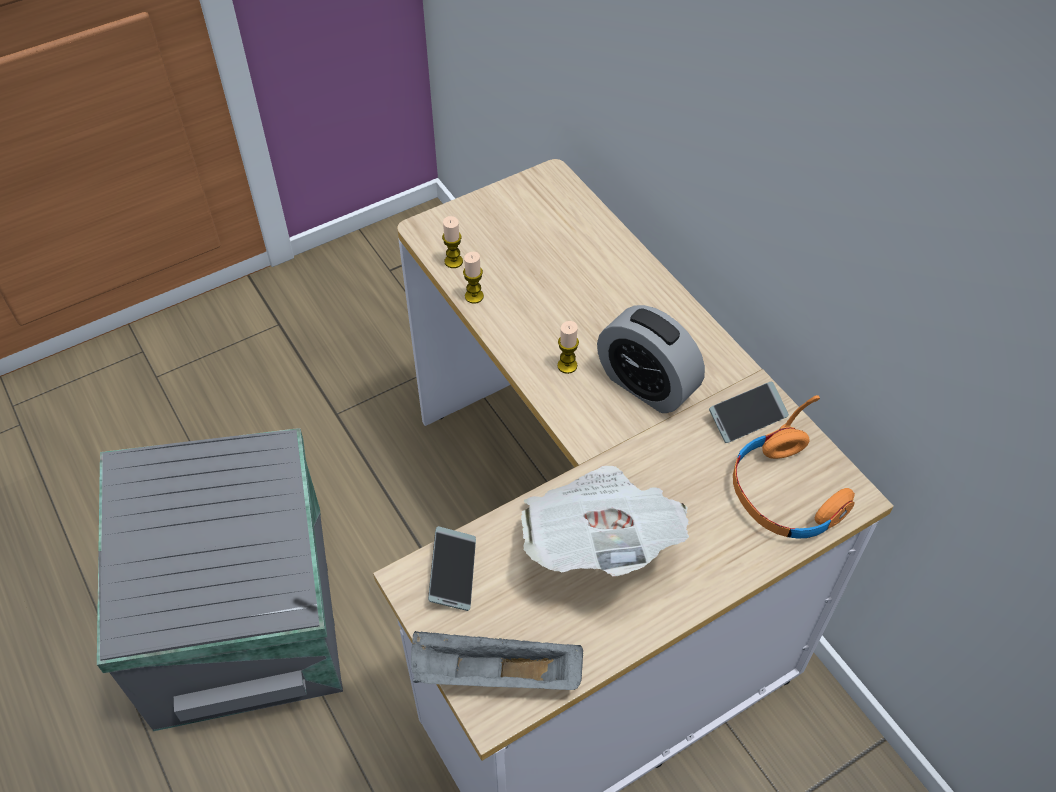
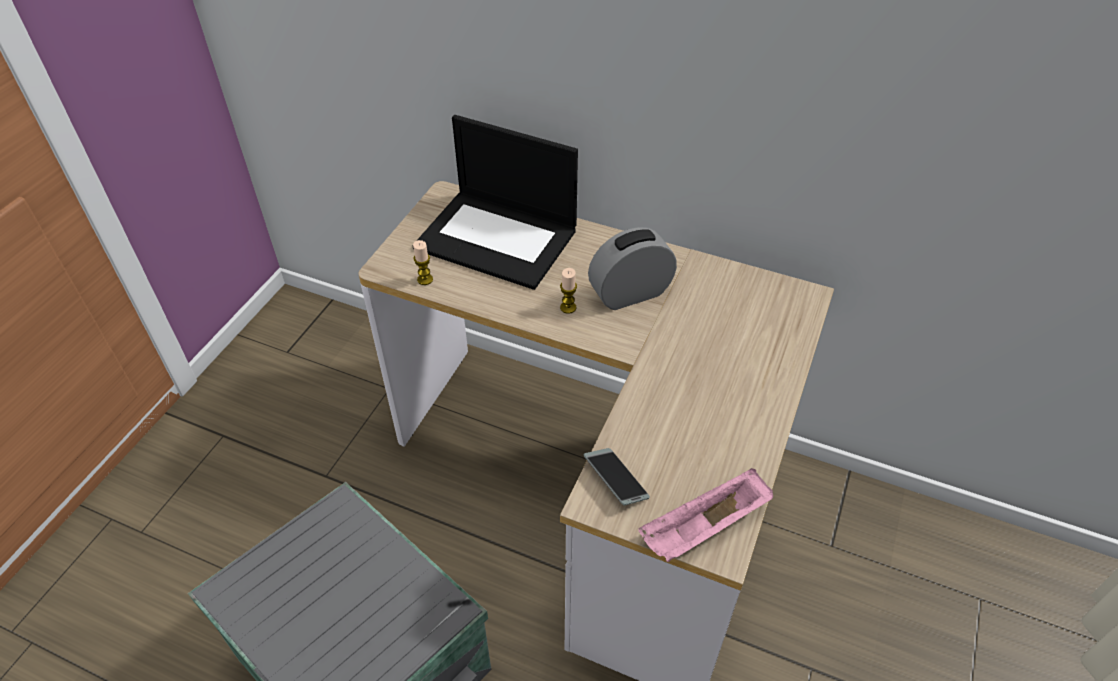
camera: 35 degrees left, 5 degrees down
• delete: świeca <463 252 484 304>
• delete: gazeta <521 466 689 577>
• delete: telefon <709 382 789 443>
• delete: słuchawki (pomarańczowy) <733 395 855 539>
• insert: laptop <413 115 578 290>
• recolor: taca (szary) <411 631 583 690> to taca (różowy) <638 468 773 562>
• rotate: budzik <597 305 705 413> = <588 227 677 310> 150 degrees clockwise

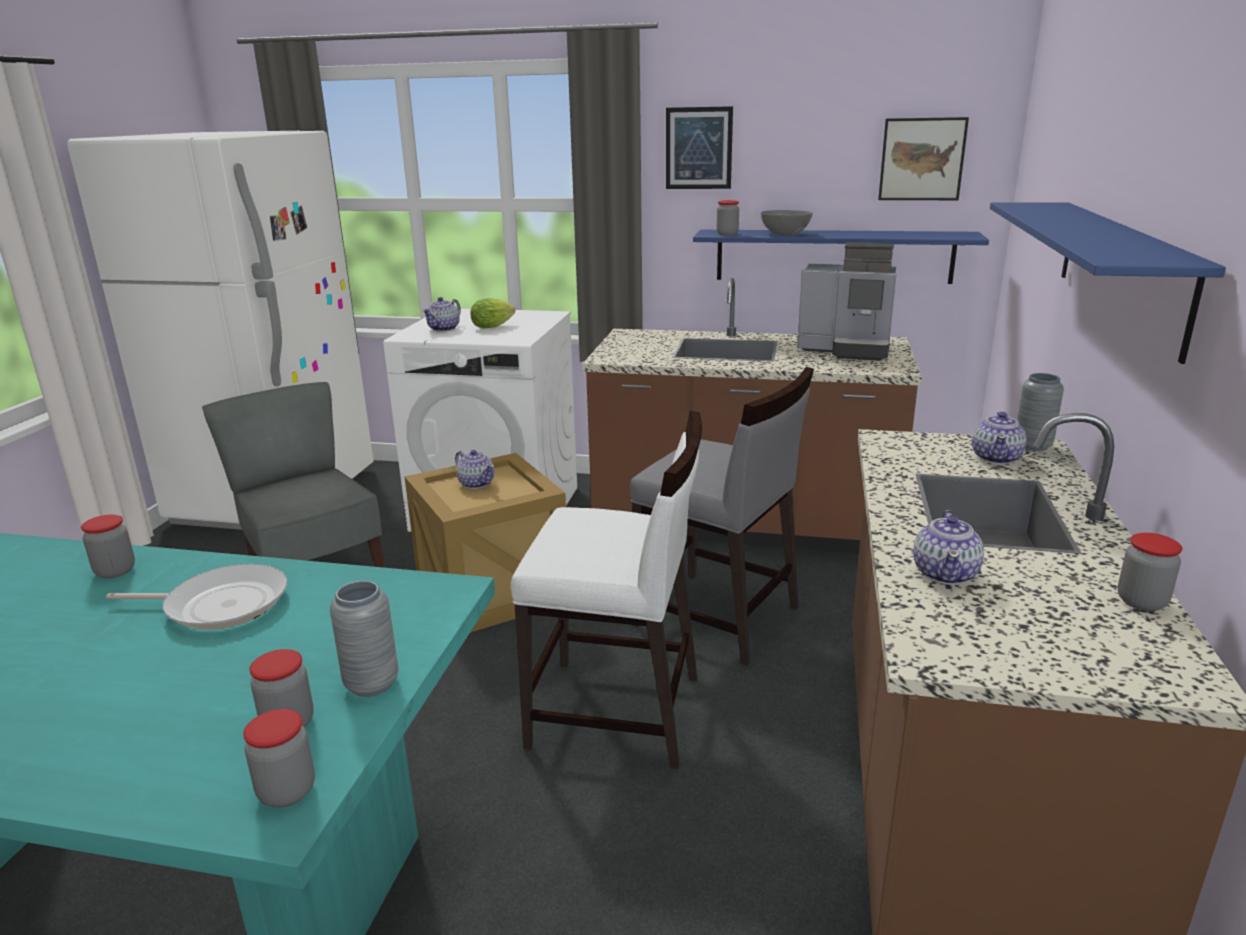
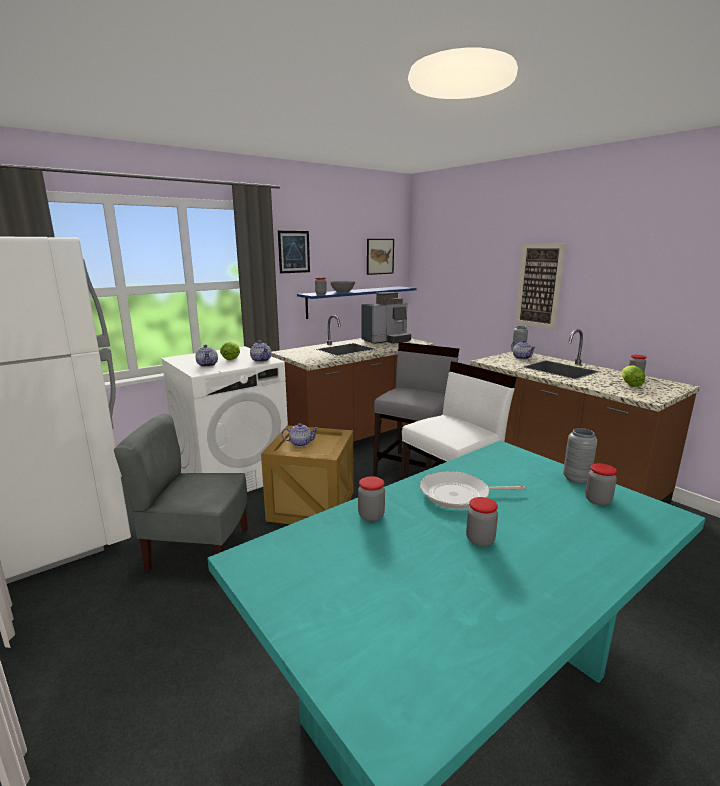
camera: 50 degrees left, 5 degrees down
• insert: sałata <621 365 645 387>
• move: słoik <243 709 315 807> to <466 497 498 547>
• move: imbryk <913 510 984 585> to <250 341 271 362>
• replace: półka (niebieski) <990 202 1226 364> to obraz <515 243 566 330>
• rotate: patelnia <106 564 287 630> = <420 471 526 509> 135 degrees counterclockwise
• rotate: krzesło (szary) <630 367 814 666> = <373 342 459 476> 45 degrees counterclockwise

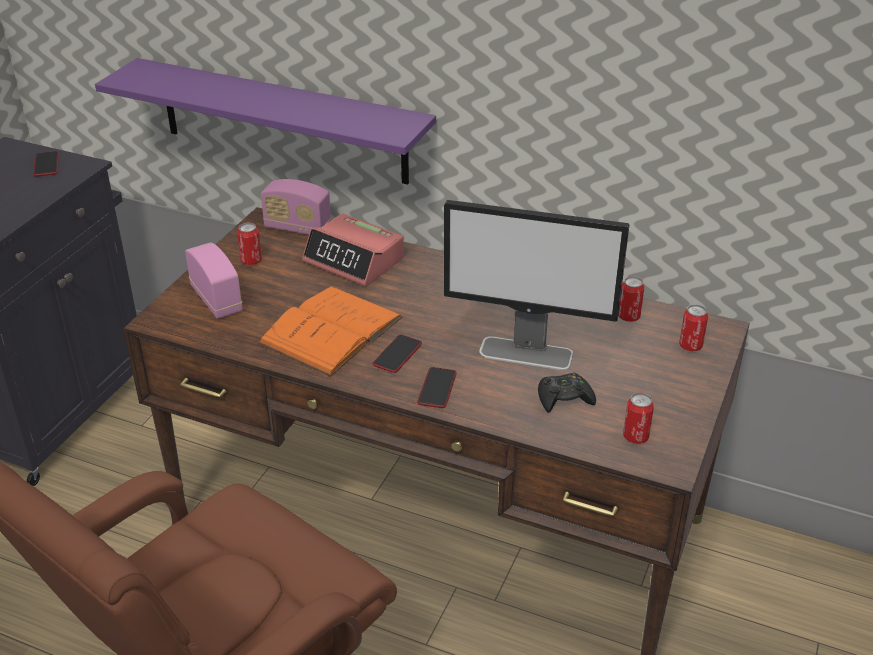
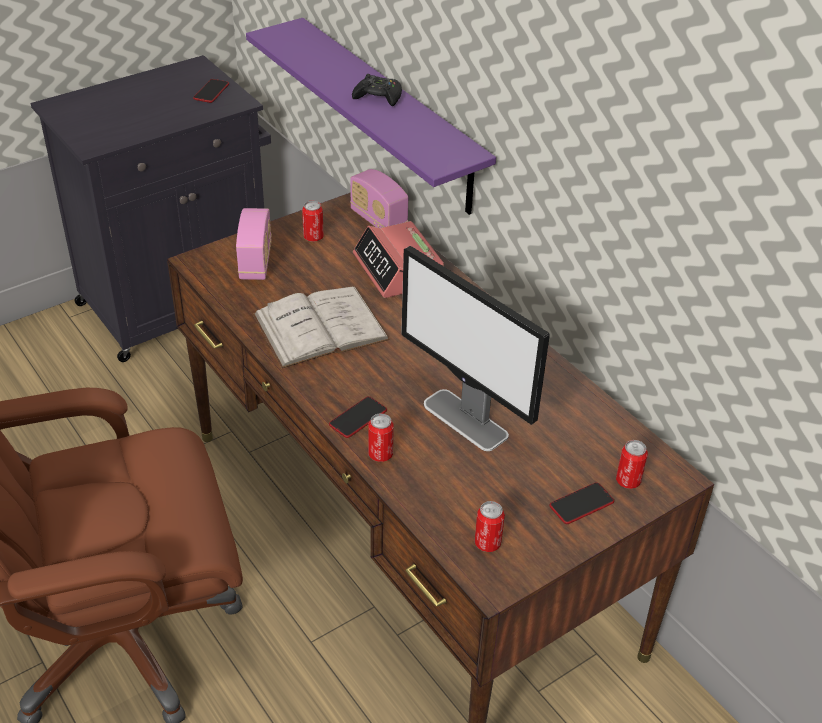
camera: 30 degrees right, 5 degrees up
• move: telefon <373 334 422 373> to <549 482 614 524>
• move: pad do gier (czarny) <538 373 596 413> to <352 74 402 107>
• move: puszka <618 276 644 322> to <368 413 394 462>
• recolor: książka (pomarańczowy) <258 286 403 377> to książka (biały) <253 286 390 368>

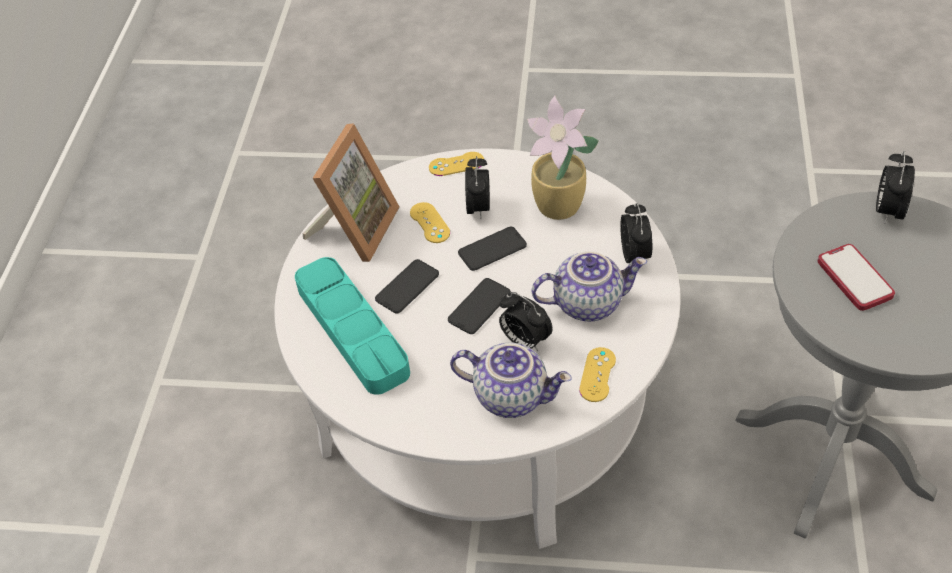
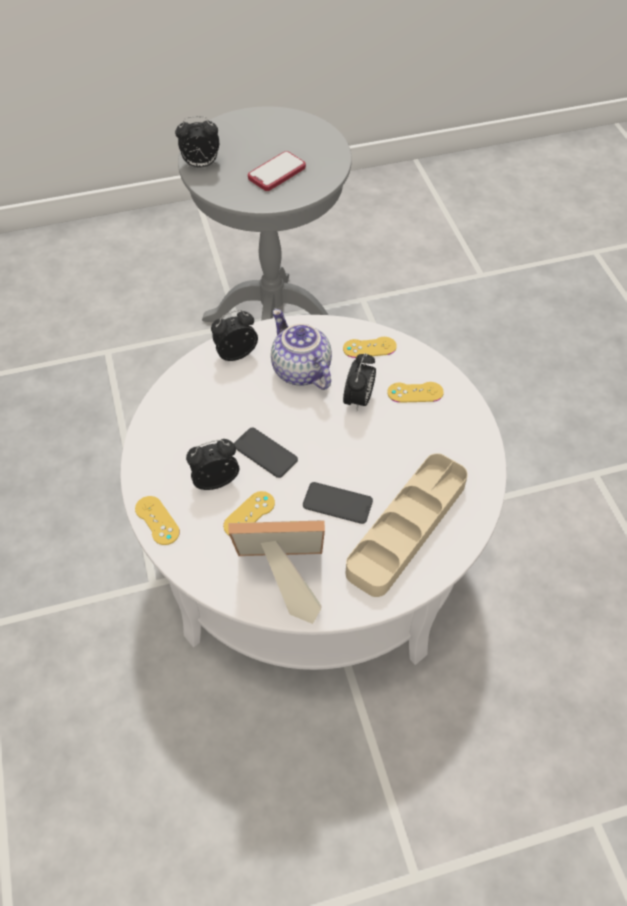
camera: 115 degrees left, 5 degrees up
• delete: telefon <448 278 511 334>
• delete: roślina doniczkowa <527 96 599 220>
• replace: imbryk <450 343 572 418> to pad do gier (żółty) <387 382 444 403>
• recolor: taca (turkusowy) <295 257 410 395> to taca (beżowy) <346 453 468 597>

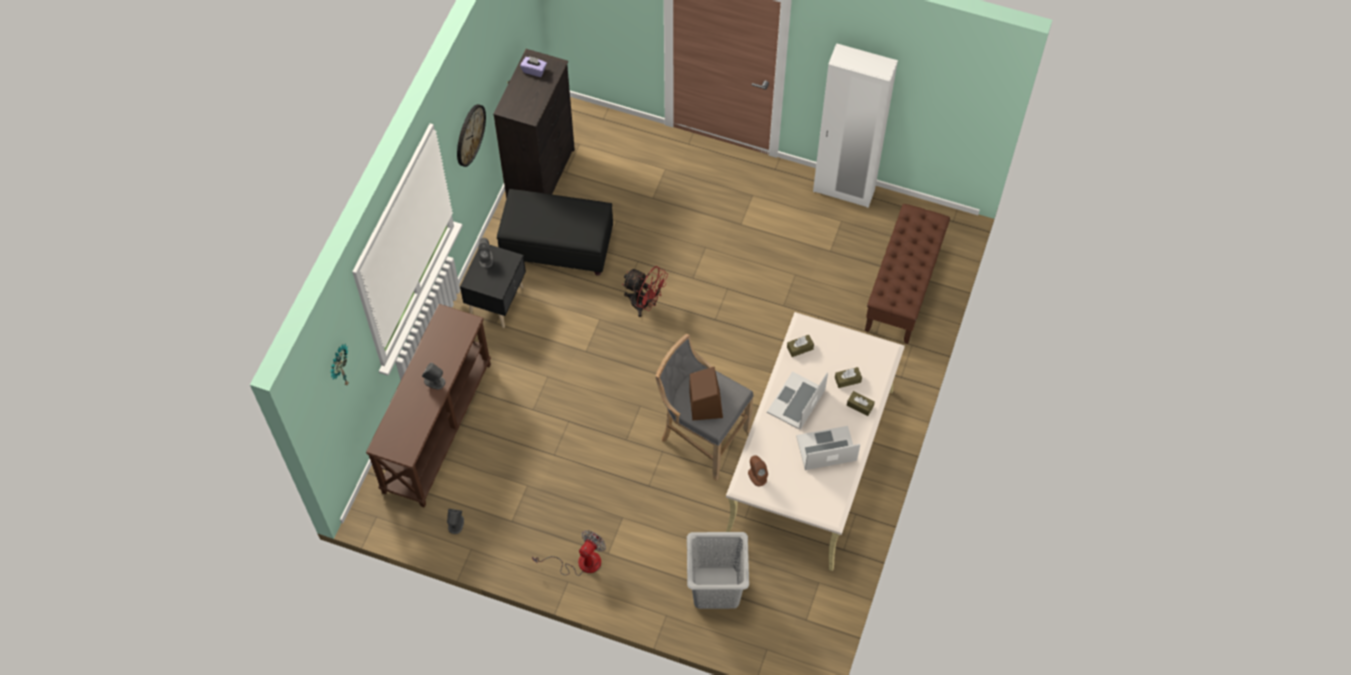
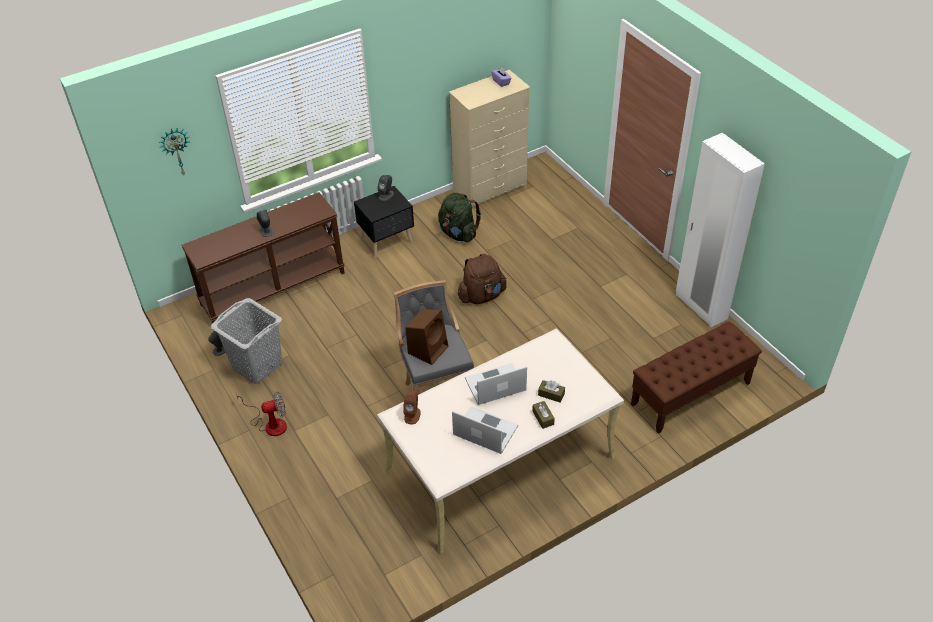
camera: 40 degrees right, 15 degrees down
• delete: zegar ścienny <457 104 486 167>
• delete: pudełko chusteczek (brązowy) <787 335 814 357>
• move: kosz na pranie (szary) <687 532 749 609> to <211 298 282 384>
• replace: pufa (czarny) <497 189 613 276> to plecak (zielony) <438 193 481 242>
• replace: wentylator (czerwony) <622 266 668 317> to plecak (brązowy) <458 253 506 304>
• recolor: komoda (czarny) <493 49 575 199> to komoda (beżowy) <449 70 530 210>

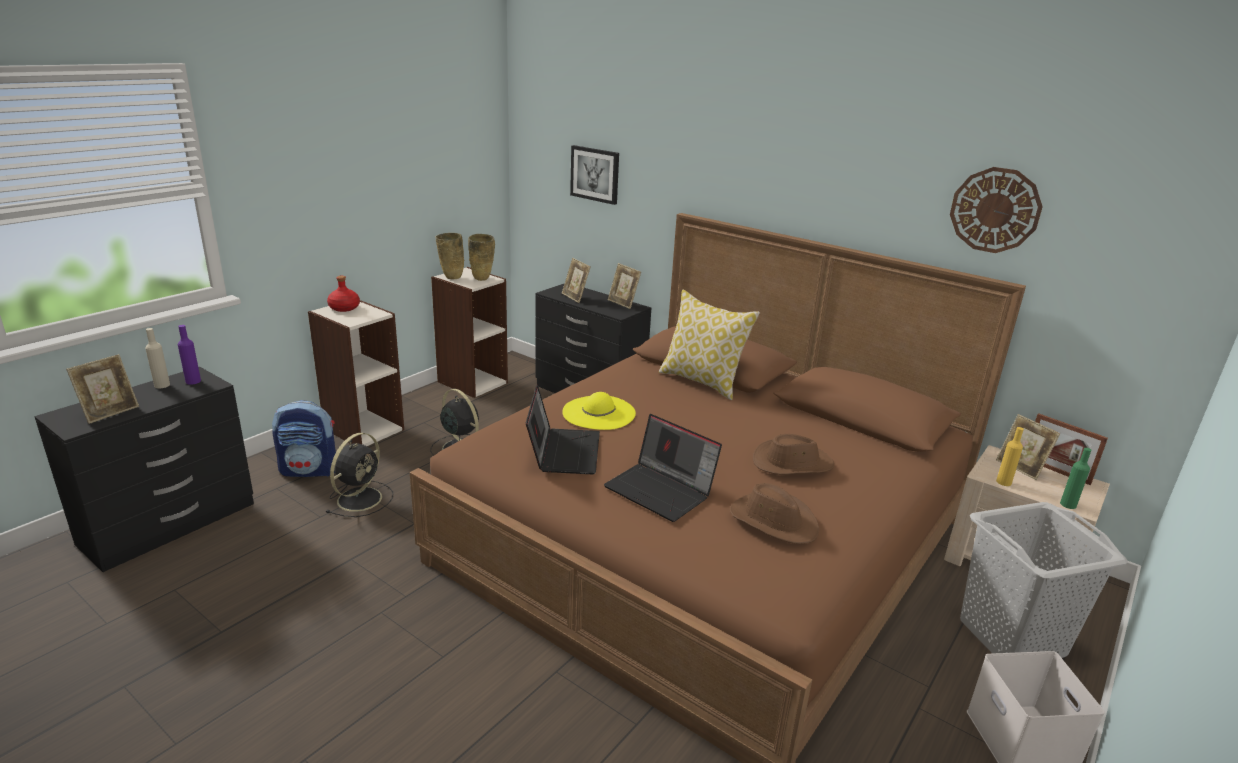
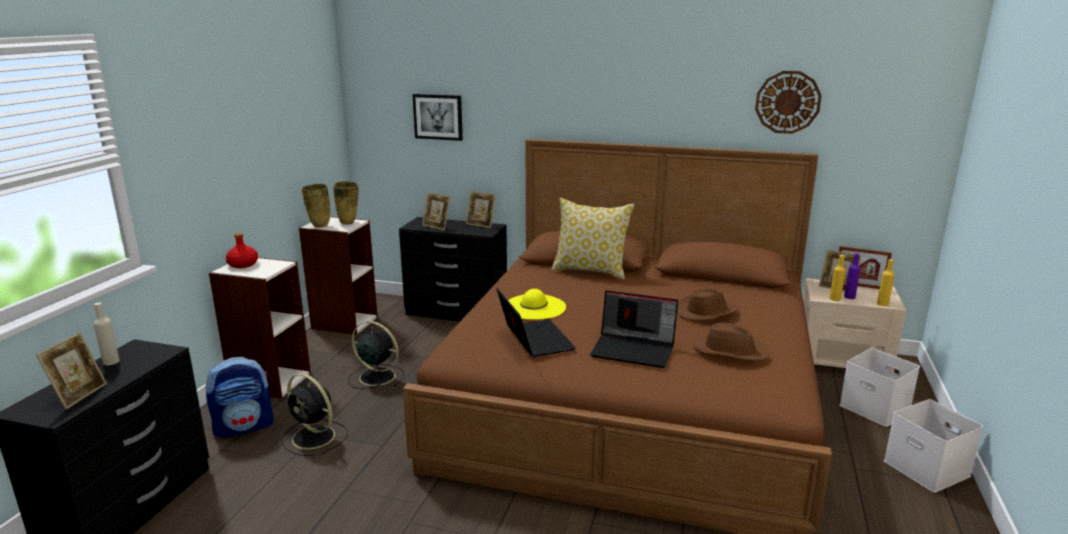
camera: 20 degrees left, 5 degrees down
• move: butelka (fioletowy) <178 325 201 385> to <844 253 861 299>
• replace: kosz na pranie (szary) <960 502 1128 658> to pojemnik do przechowywania (biały) <839 348 920 427>
• recolor: butelka (zielony) <1060 448 1091 509> to butelka (żółty) <877 259 894 306>
• rotate: wentylator (czarny) <326 433 393 517> = <282 373 348 456> 120 degrees clockwise

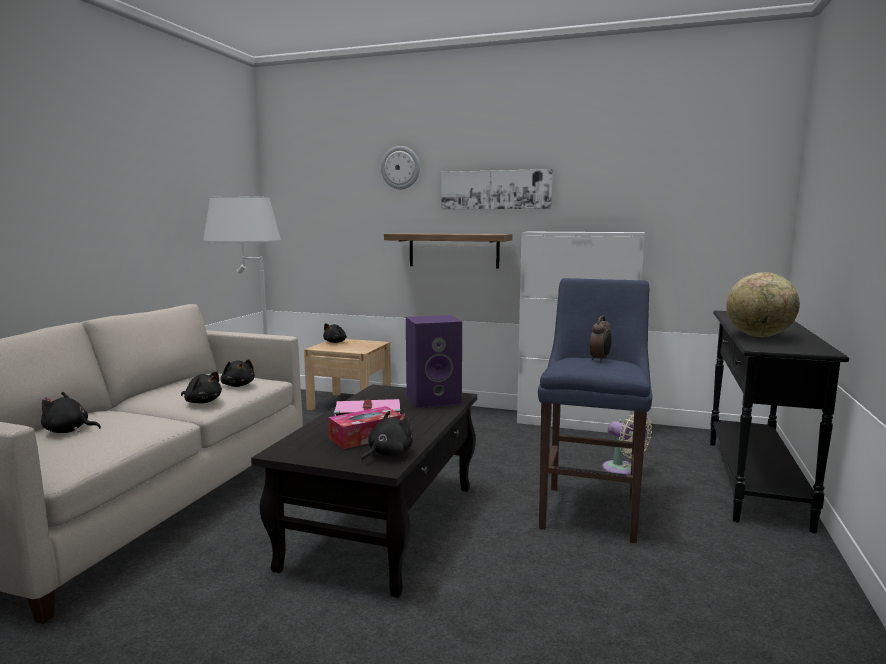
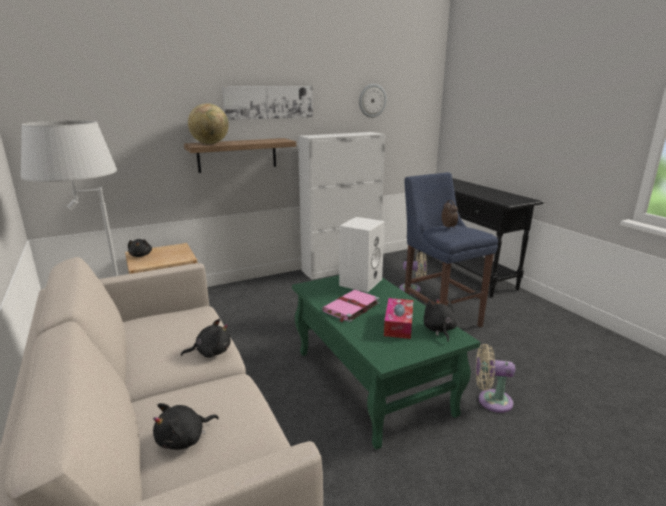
camera: 45 degrees left, 10 degrees up
• delete: pluszak (czarny) <220 359 255 387>
• insert: wentylator (beżowy) <476 344 515 413>
• move: zegar ścienny <381 146 420 189> to <359 84 387 118>
• move: globus <726 272 800 337> to <188 103 229 144>
• recolor: ława (czarny) <251 384 477 598> to ława (zielony) <292 275 480 450>
• recolor: głośnik (fioletowy) <406 315 462 408> to głośnik (biały) <339 217 385 292>

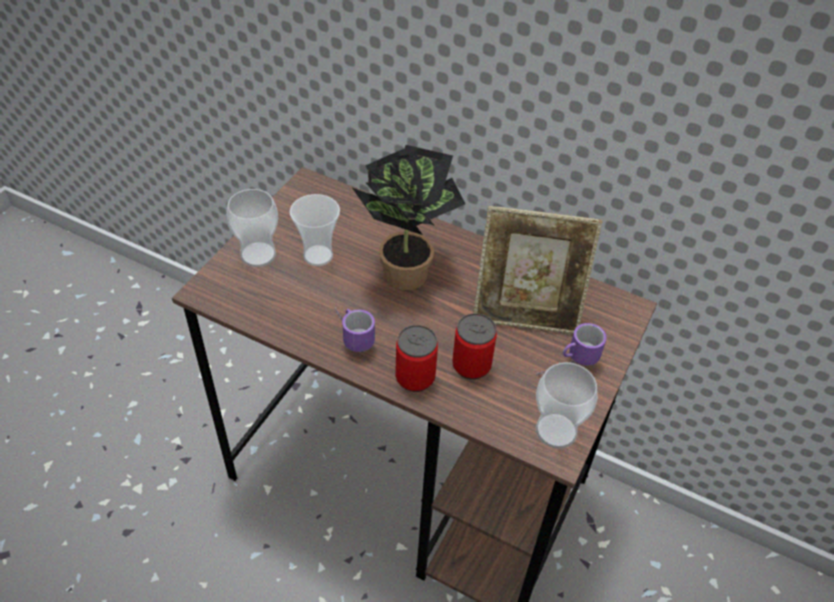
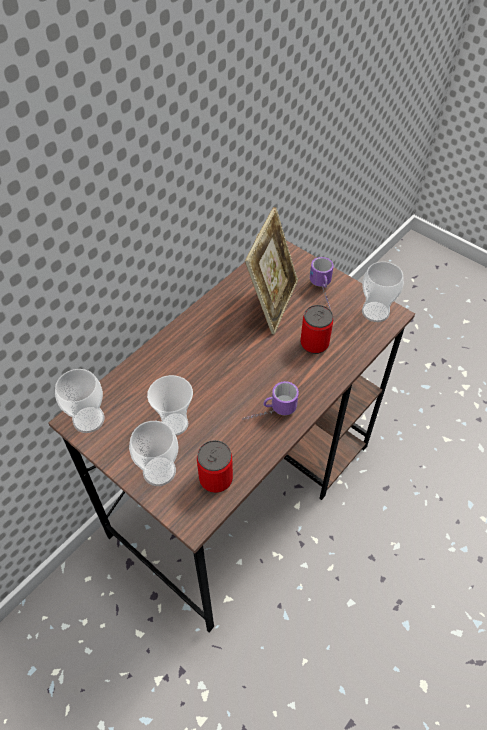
camera: 75 degrees left, 5 degrees up
• delete: roślina doniczkowa <352 145 465 291>
• insert: filiżanka <55 369 105 433>
• move: puszka <395 325 438 392> to <197 440 233 493>

